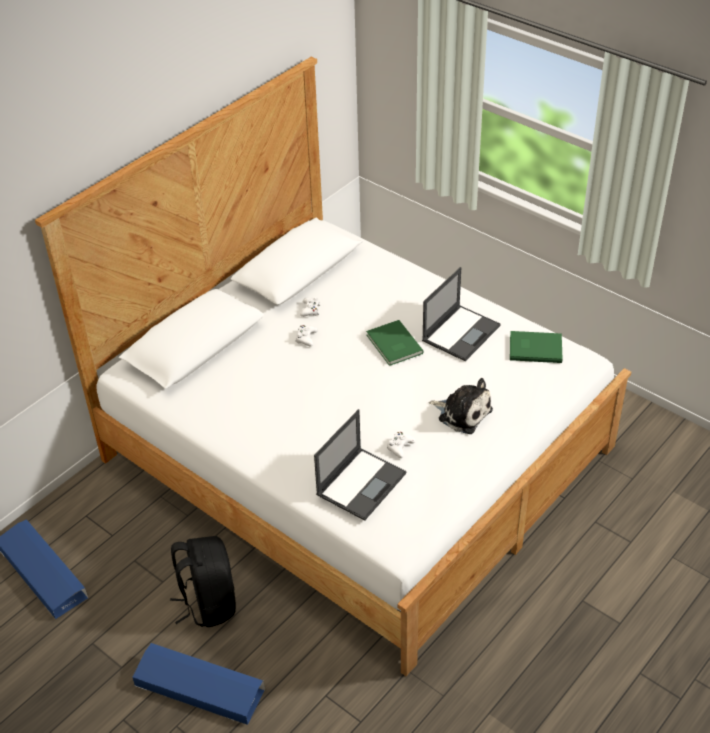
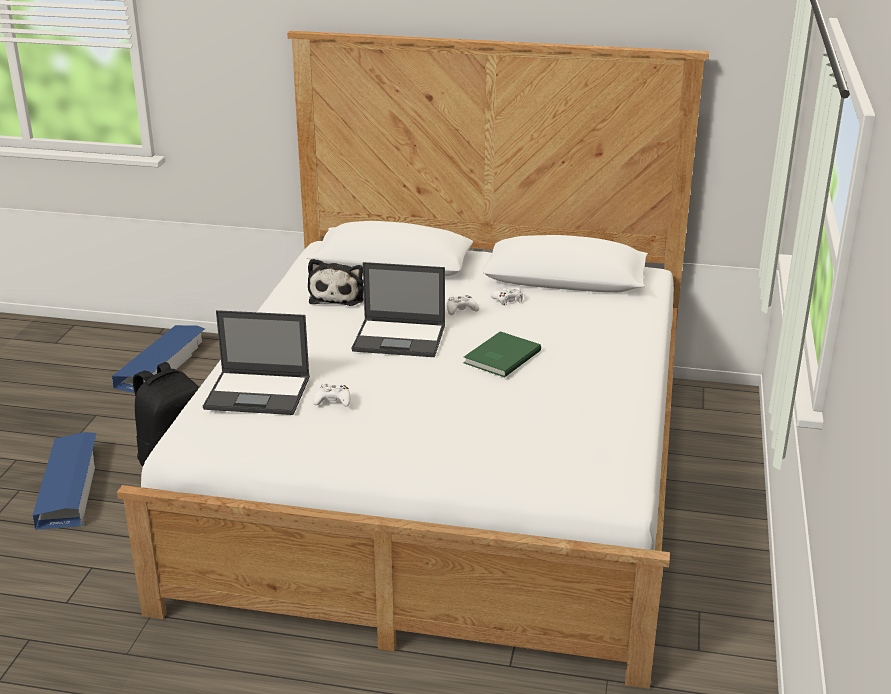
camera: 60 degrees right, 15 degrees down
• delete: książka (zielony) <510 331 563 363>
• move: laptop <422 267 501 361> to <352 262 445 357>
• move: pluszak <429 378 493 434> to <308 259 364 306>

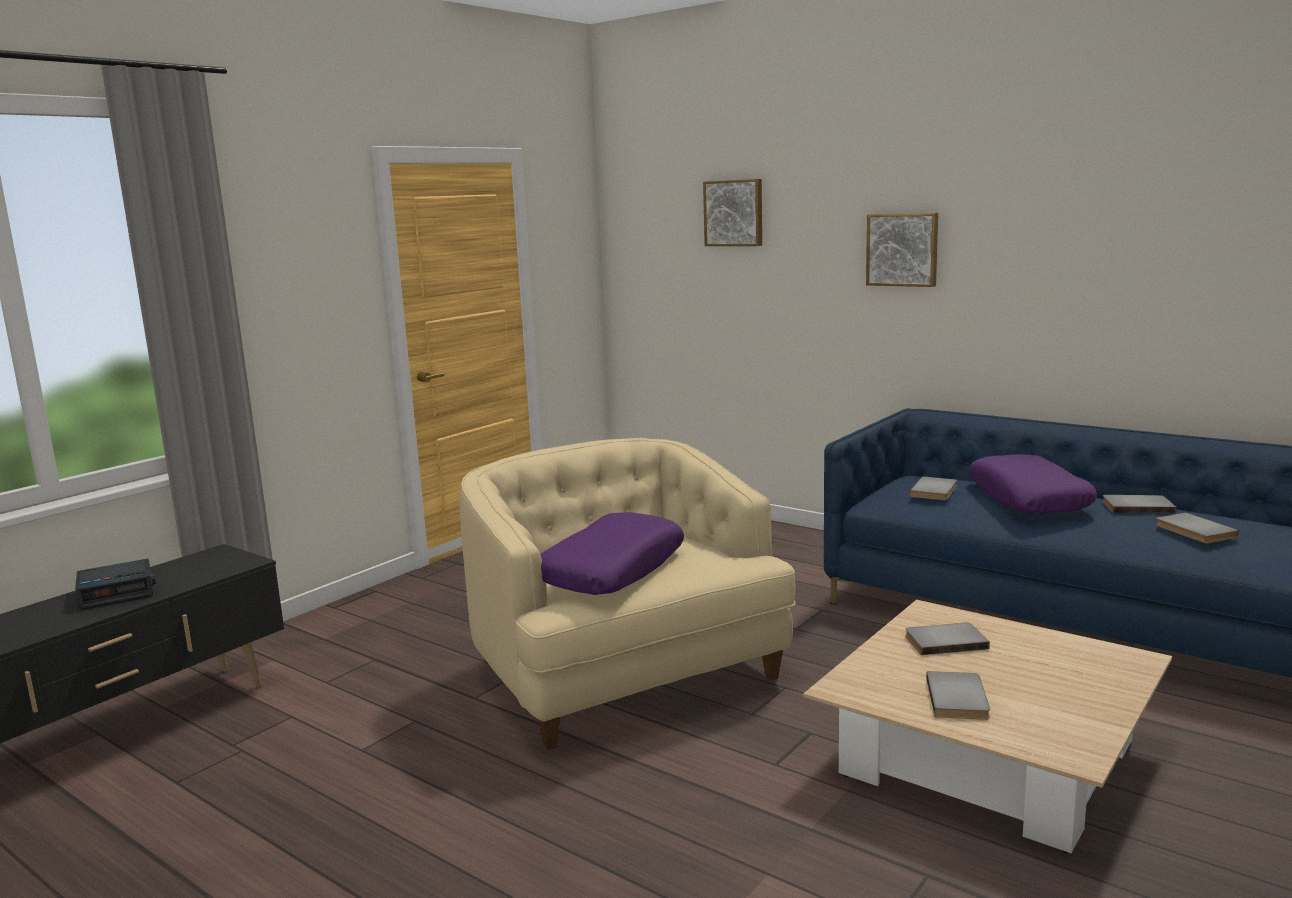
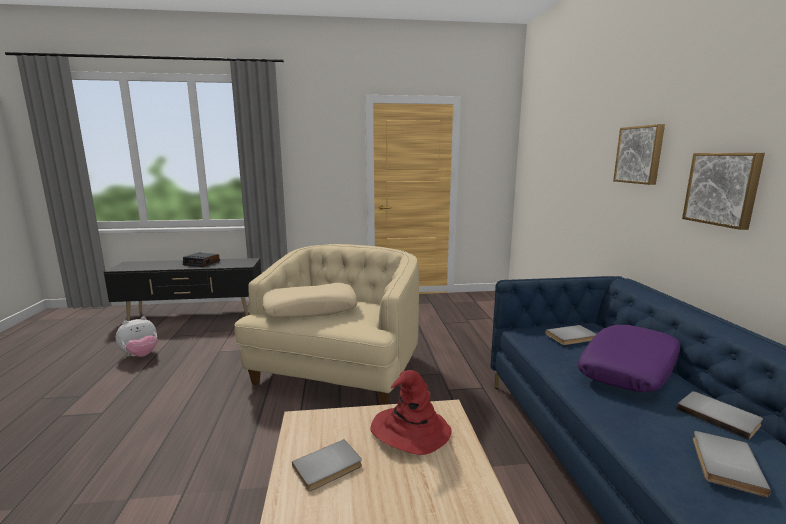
camera: 45 degrees right, 0 degrees up
• insert: pluszak <116 317 157 357>
• move: obraz <703 179 762 246> to <682 153 765 230>
• replace: książka (szary) <905 623 990 655> to kapelusz (czerwony) <371 370 452 455>
• recolor: poduszka (fioletowy) <540 512 684 595> to poduszka (beżowy) <262 283 358 318>

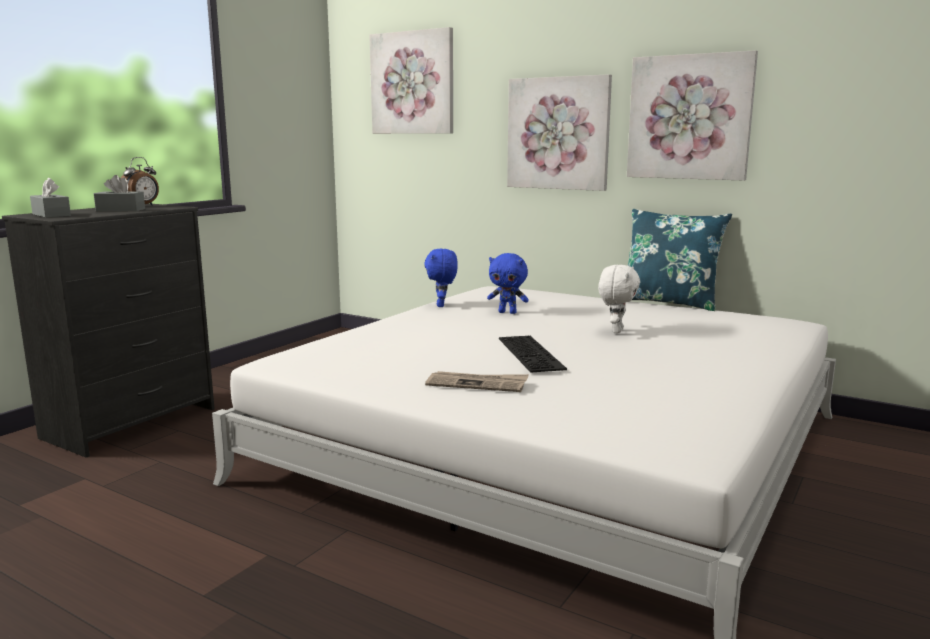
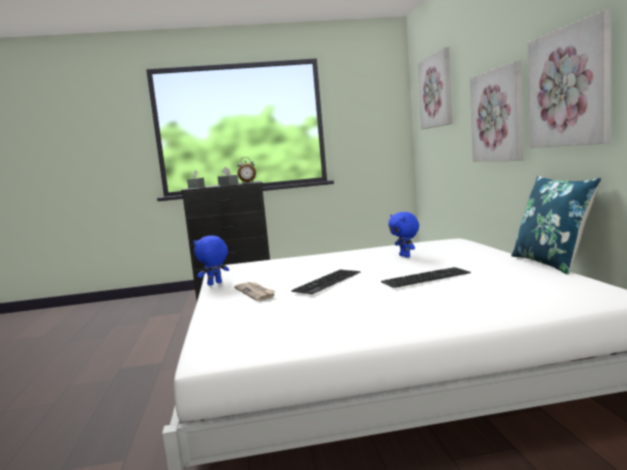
camera: 50 degrees right, 5 degrees down
• move: pluszak (niebieski) <424 249 457 307> to <193 236 229 286>
• replace: pluszak (biały) <598 265 640 334> to klawiatura <381 267 471 288>

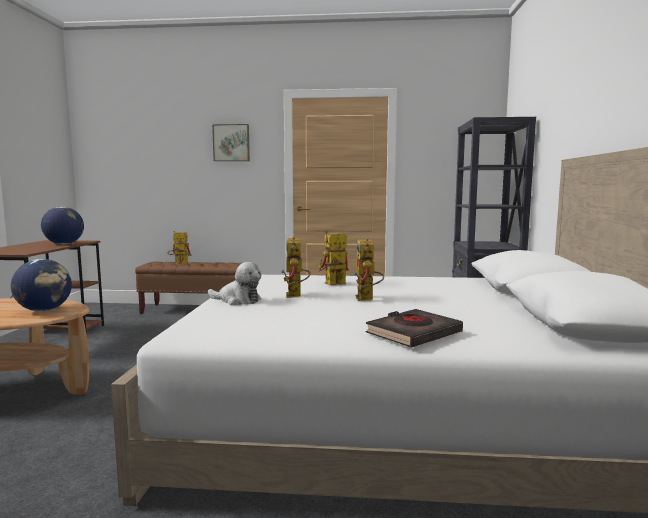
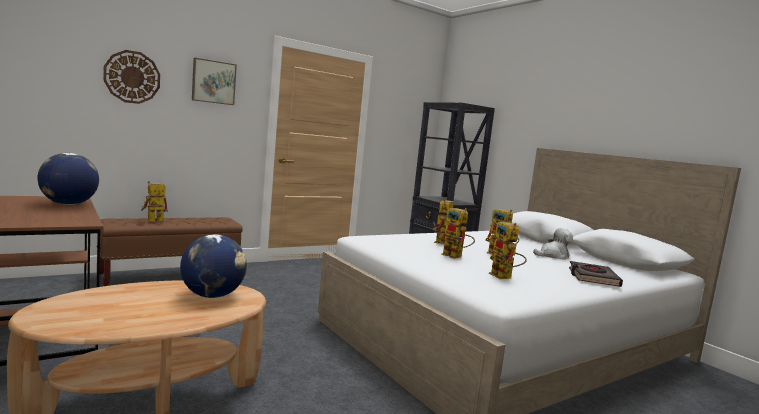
camera: 40 degrees left, 0 degrees up
• insert: zegar ścienny <103 50 160 104>
• insert: robot zabawkowy <489 222 527 279>
• move: pluszak <208 262 261 305> to <533 228 573 260>

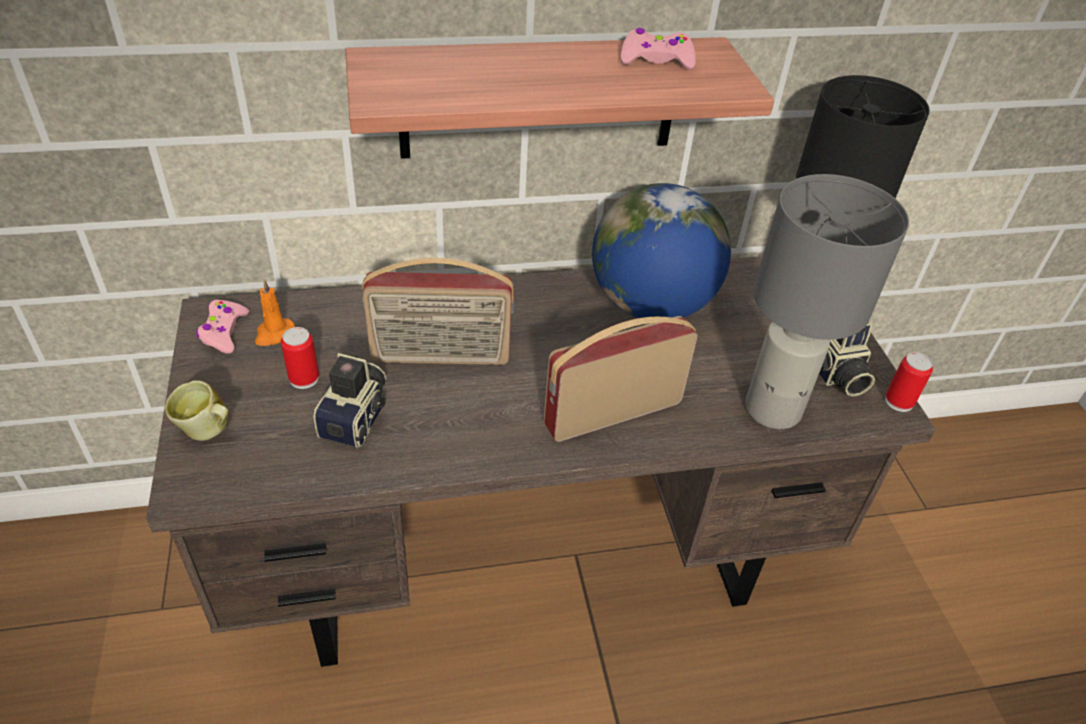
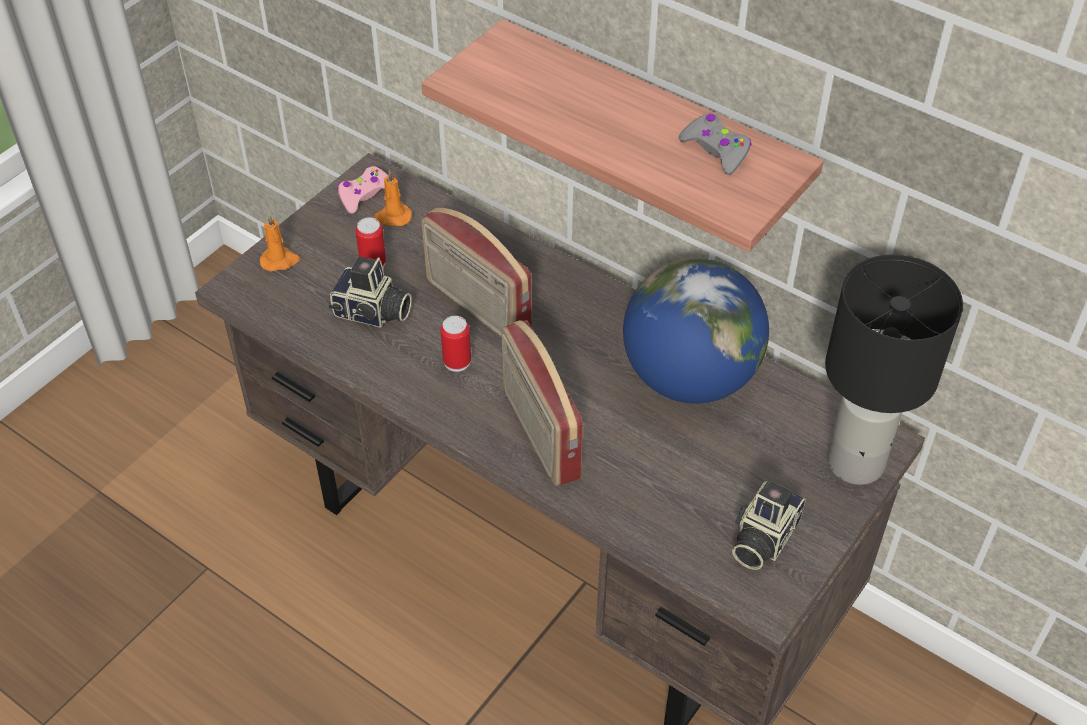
camera: 50 degrees right, 5 degrees up
• delete: lampa stołowa (szary) <745 174 909 429>
• move: puszka <885 352 933 412> to <440 316 471 372>
• replace: kubek <165 380 229 441> to świeca (pomarańczowy) <260 214 300 272>
• recolor: pad do gier (różowy) <621 28 695 70> to pad do gier (szary) <679 113 752 175>
• rotate: aparat fotograficzny <313 353 387 448> = <329 257 412 328> 45 degrees clockwise
• rotate: radio <544 316 698 442> = <501 320 583 486> 135 degrees counterclockwise

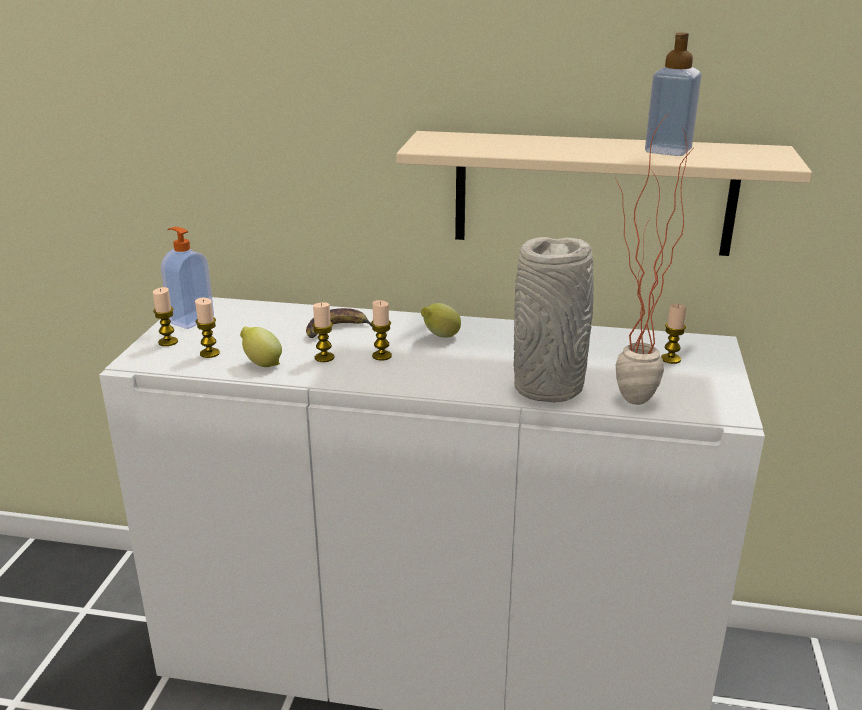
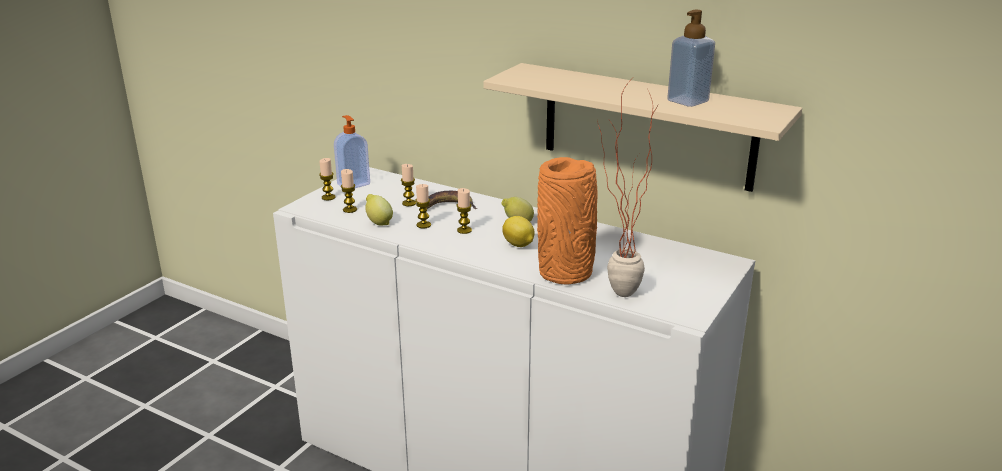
camera: 20 degrees right, 0 degrees up
• insert: cytryna <502 216 535 247>
• move: świeca <661 304 687 364> to <401 164 416 206>
• recolor: wazon (szary) <514 237 594 402> to wazon (pomarańczowy) <537 157 598 285>

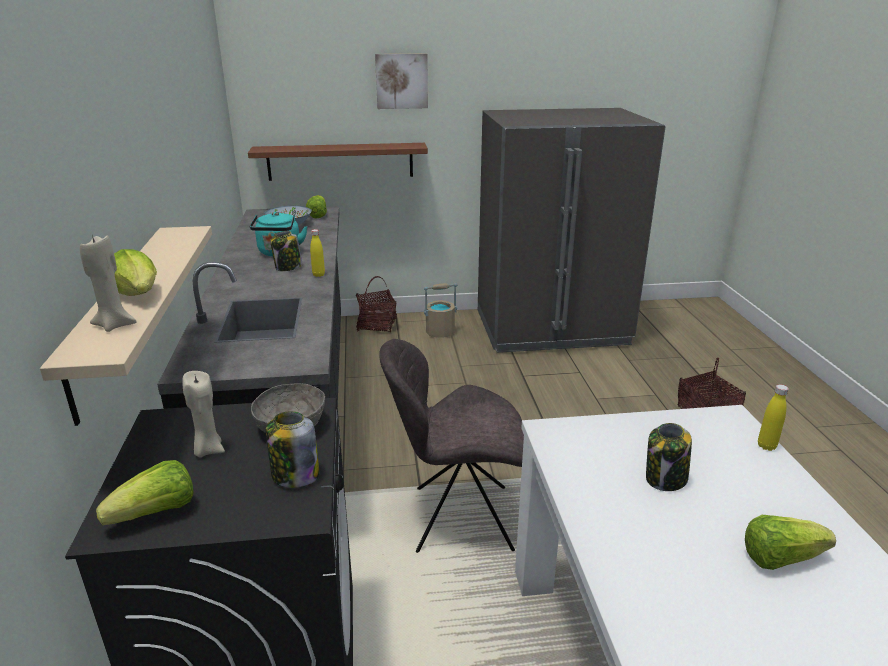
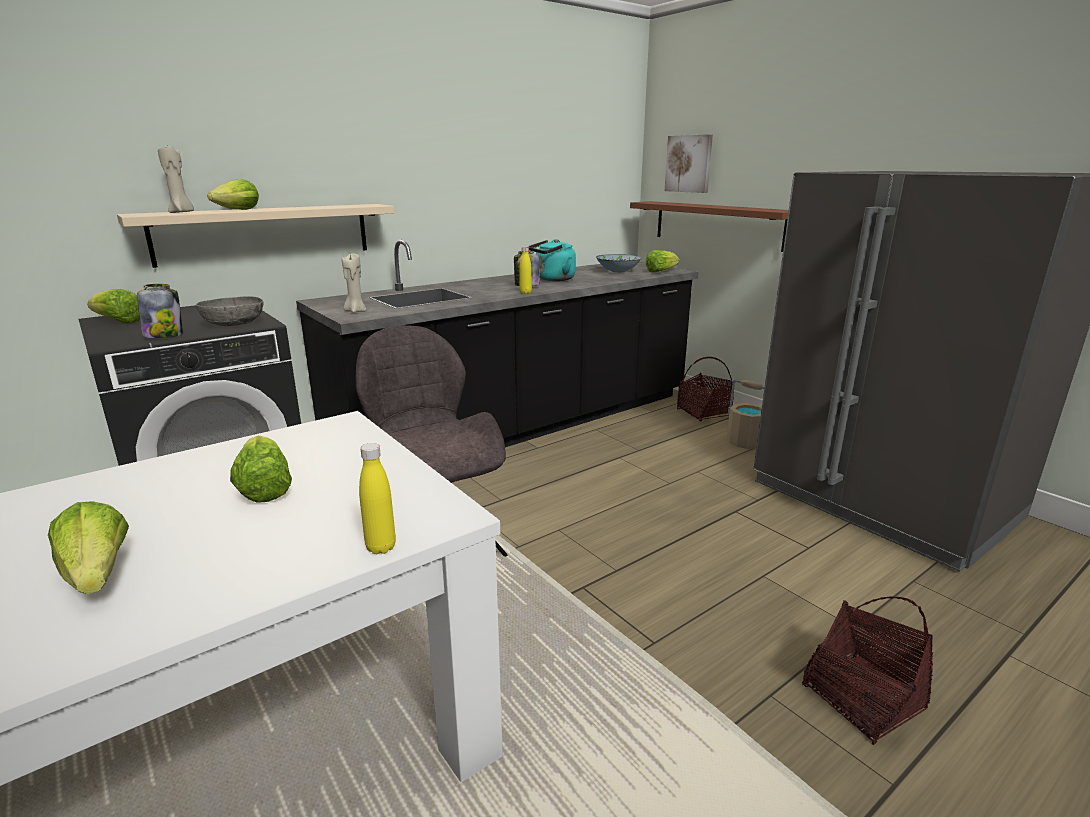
camera: 60 degrees right, 5 degrees down
• move: świeca (beżowy) <182 371 225 457> to <342 253 366 313>
• move: obraz <375 54 428 109> to <665 134 713 193>
• replace: słoik <646 423 692 491> to sałata <230 435 292 503>

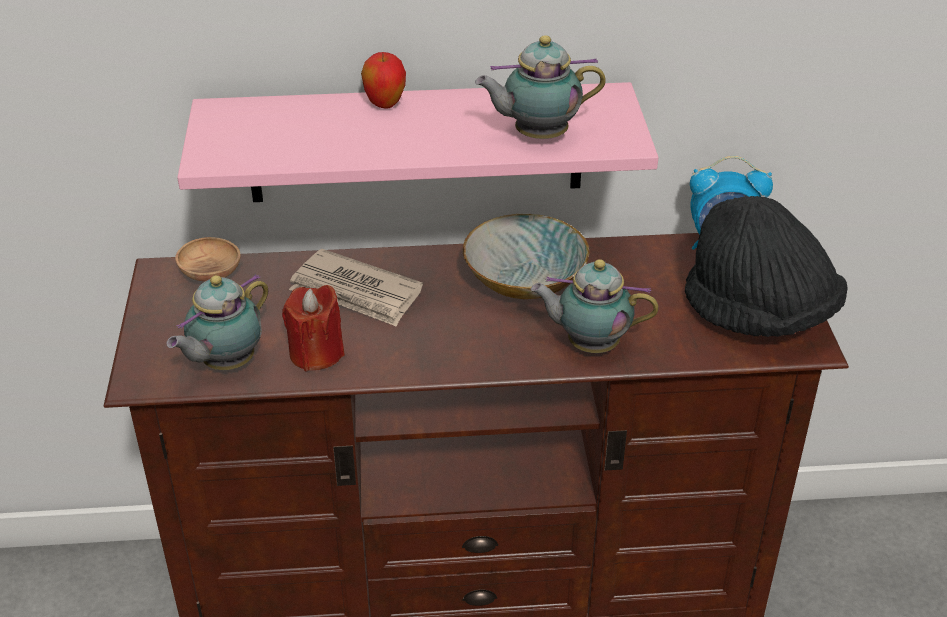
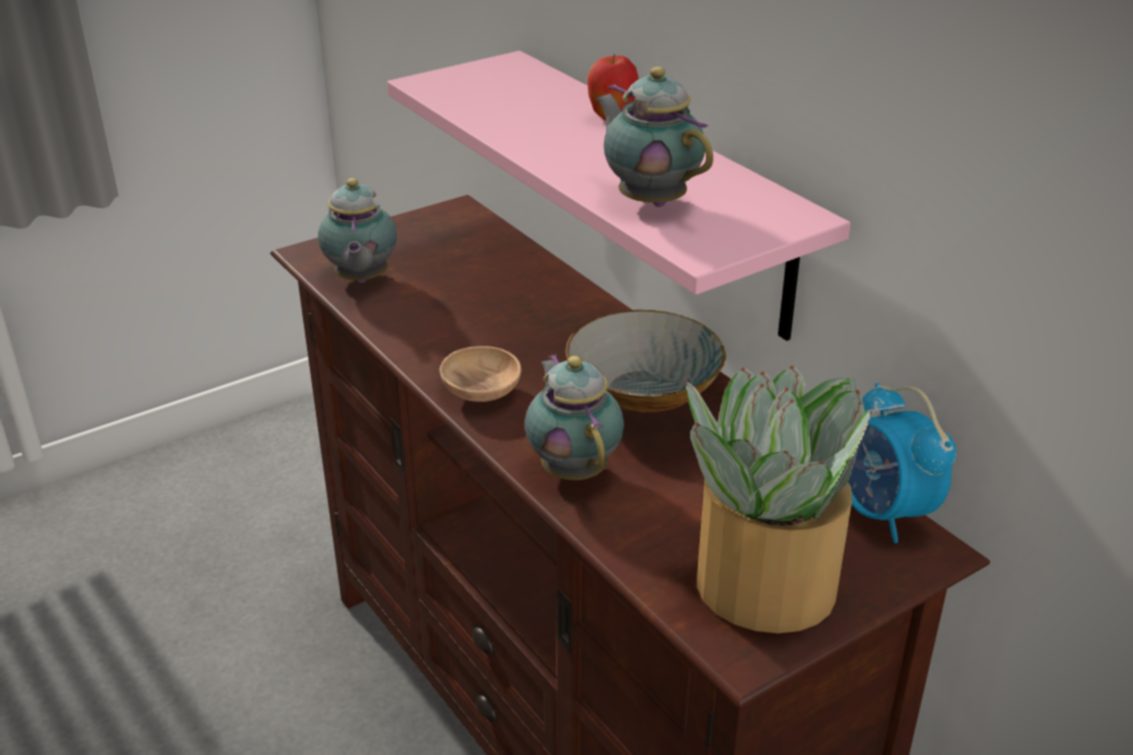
camera: 60 degrees right, 5 degrees down
• delete: świeca (czerwony) <282 285 345 371>
• delete: gazeta <289 249 423 327>
• move: miska (brązowy) <175 237 241 281> to <440 346 521 402>
• replace: kapelusz (czarny) <685 196 848 337> to roślina doniczkowa <686 365 872 633>
• rotate: imbryk <166 274 268 370> = <318 178 397 283> 105 degrees counterclockwise

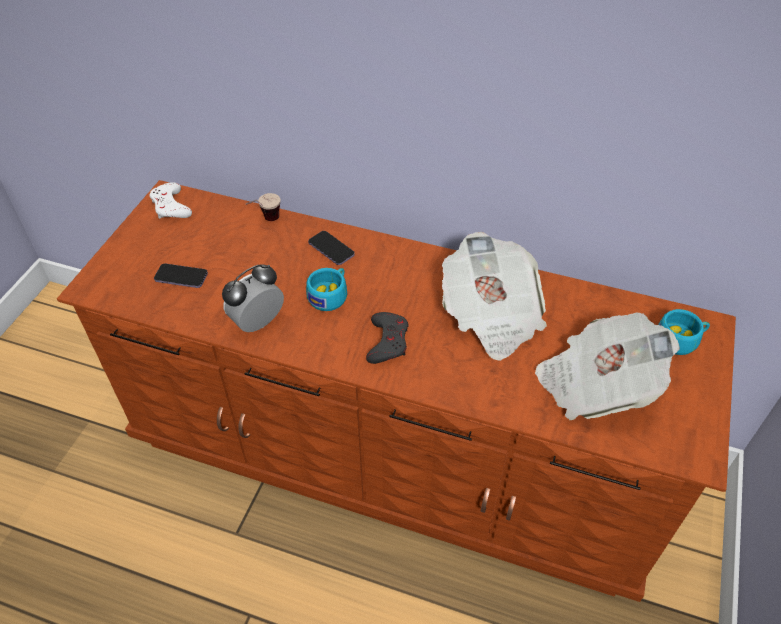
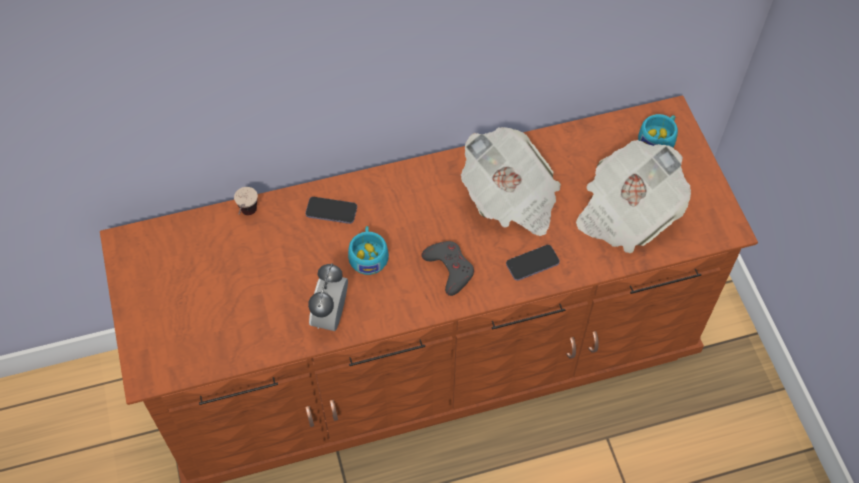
camera: 35 degrees left, 10 degrees up
• delete: pad do gier (biały) <149 183 192 219>
• move: telefon <154 263 208 288> to <506 245 560 281>

